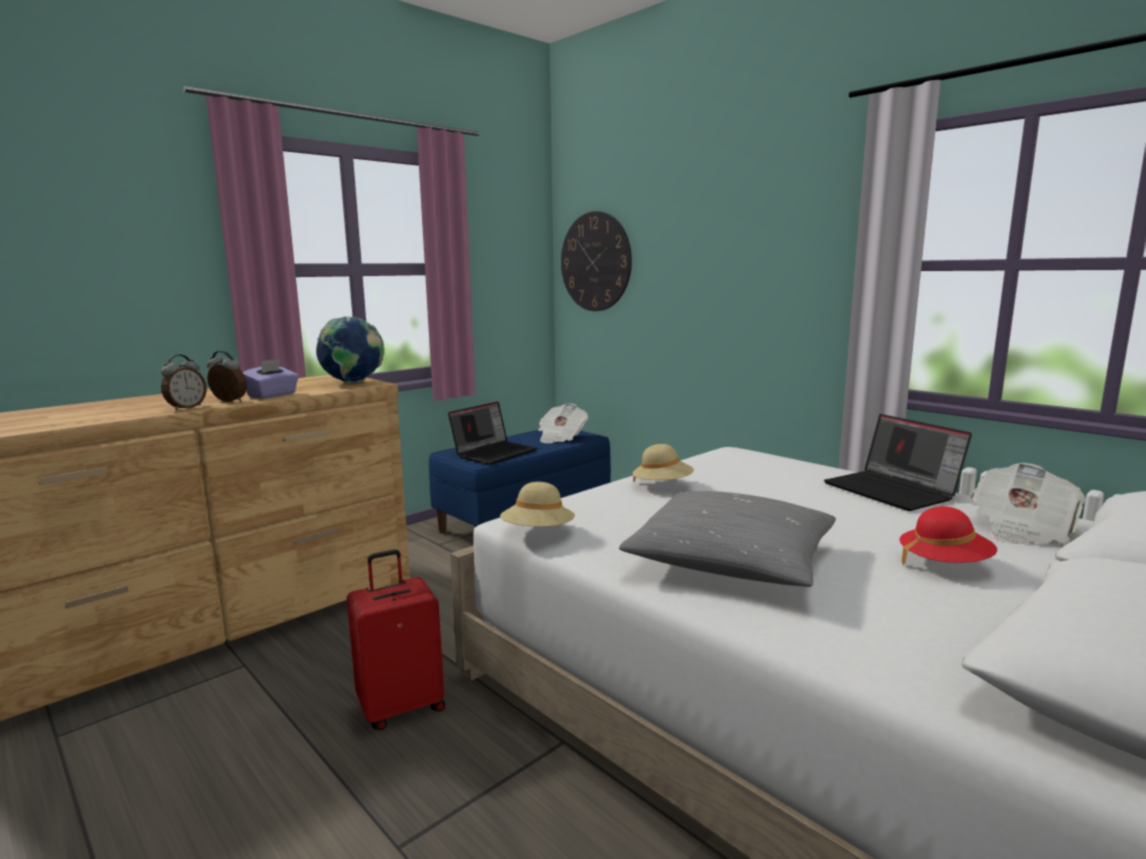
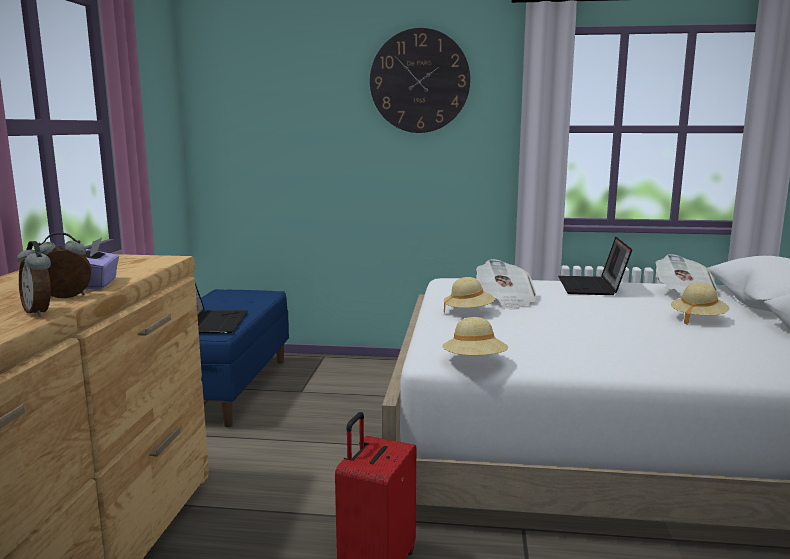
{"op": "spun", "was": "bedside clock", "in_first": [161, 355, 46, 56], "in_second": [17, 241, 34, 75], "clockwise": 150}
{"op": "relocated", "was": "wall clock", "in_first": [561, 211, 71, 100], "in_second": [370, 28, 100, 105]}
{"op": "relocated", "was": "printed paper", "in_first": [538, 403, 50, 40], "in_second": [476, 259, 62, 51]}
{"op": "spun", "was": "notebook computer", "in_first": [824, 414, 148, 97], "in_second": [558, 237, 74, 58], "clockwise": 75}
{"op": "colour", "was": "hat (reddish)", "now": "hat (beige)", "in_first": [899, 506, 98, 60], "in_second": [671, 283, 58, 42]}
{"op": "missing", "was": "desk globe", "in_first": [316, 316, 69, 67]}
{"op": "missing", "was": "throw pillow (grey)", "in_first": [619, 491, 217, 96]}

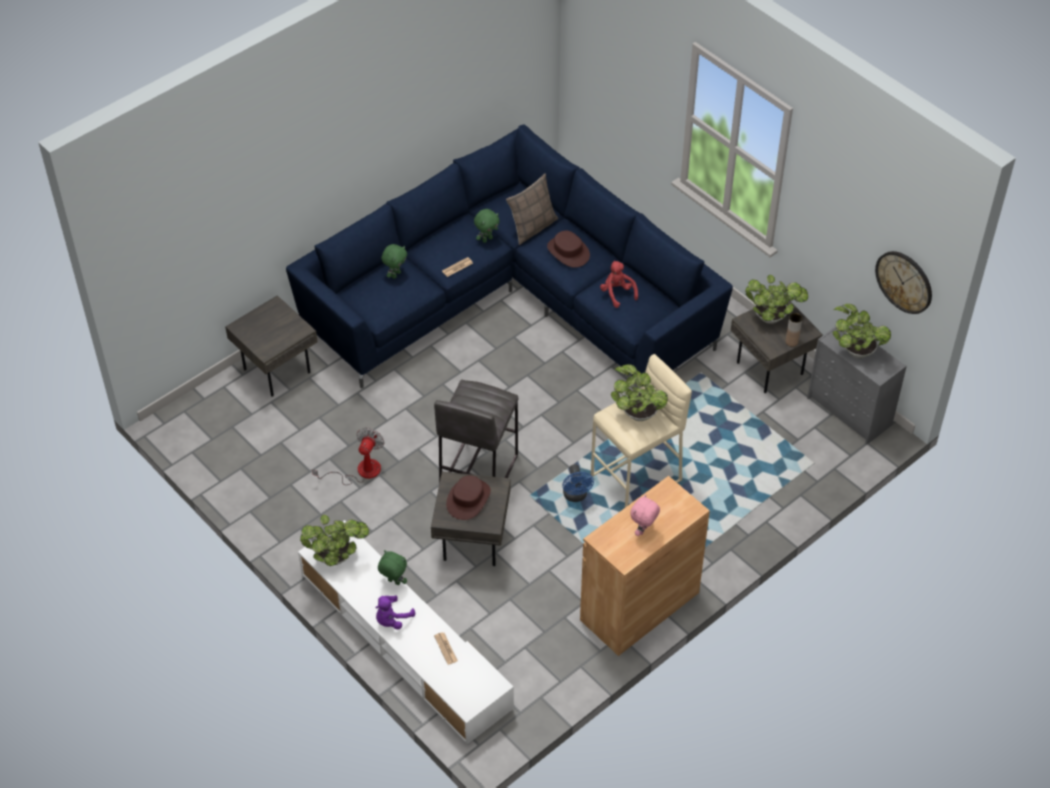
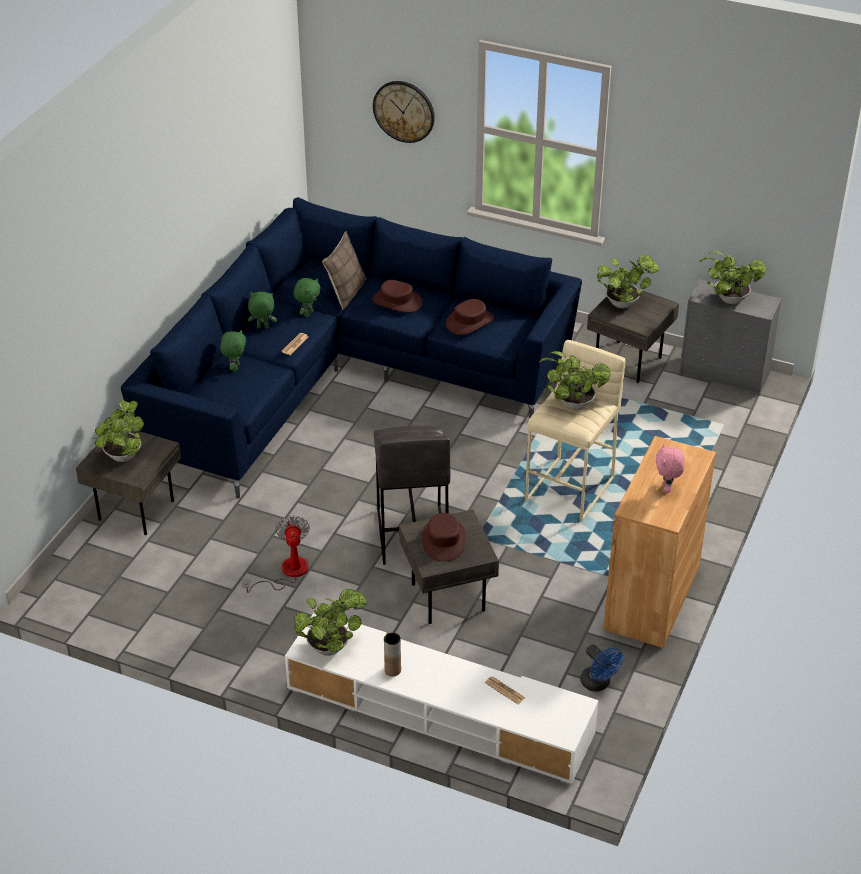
{"op": "appeared", "now": "potted plant", "in_second": [91, 400, 53, 62]}
{"op": "relocated", "was": "plush toy (greenish)", "in_first": [378, 550, 29, 35], "in_second": [248, 292, 29, 37]}
{"op": "relocated", "was": "wall clock", "in_first": [875, 251, 57, 63], "in_second": [373, 81, 62, 62]}
{"op": "relocated", "was": "decorative vase (brown)", "in_first": [785, 313, 17, 34], "in_second": [384, 633, 17, 44]}
{"op": "exchanged", "was": "plush toy (reddish)", "now": "hat (brown)", "in_first": [600, 261, 38, 47], "in_second": [446, 299, 48, 36]}
{"op": "relocated", "was": "cooling fan (bluish)", "in_first": [562, 464, 32, 38], "in_second": [580, 644, 43, 48]}
{"op": "missing", "was": "plush toy (purple-coloured)", "in_first": [375, 595, 40, 34]}

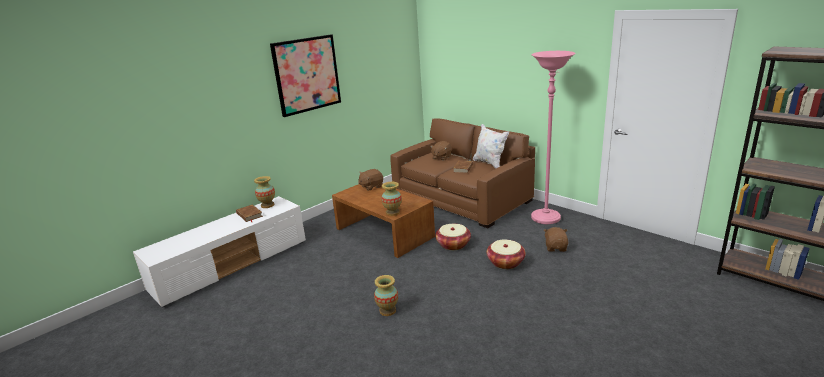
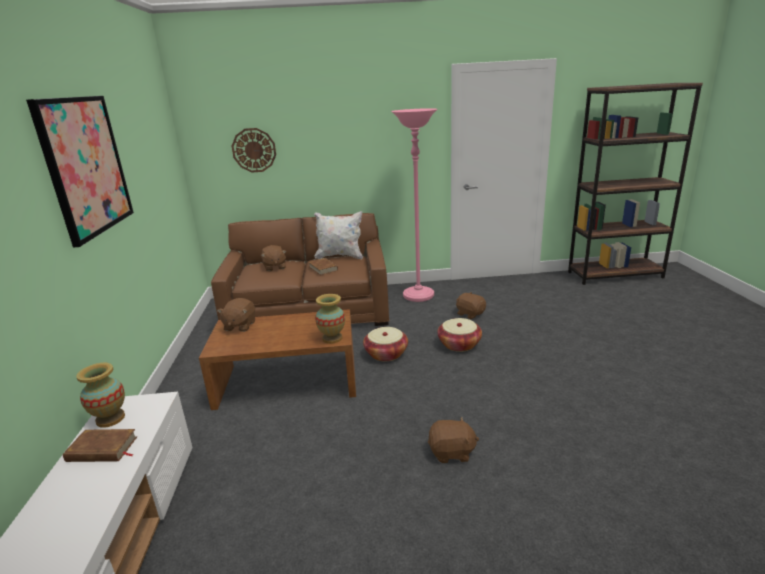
{"op": "appeared", "now": "wall clock", "in_second": [232, 128, 44, 44]}
{"op": "exchanged", "was": "decorative vase", "now": "plush toy (brown)", "in_first": [374, 275, 24, 41], "in_second": [428, 417, 51, 46]}

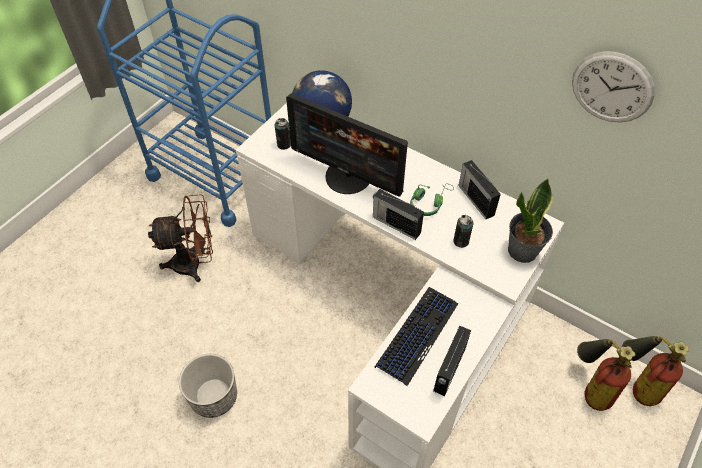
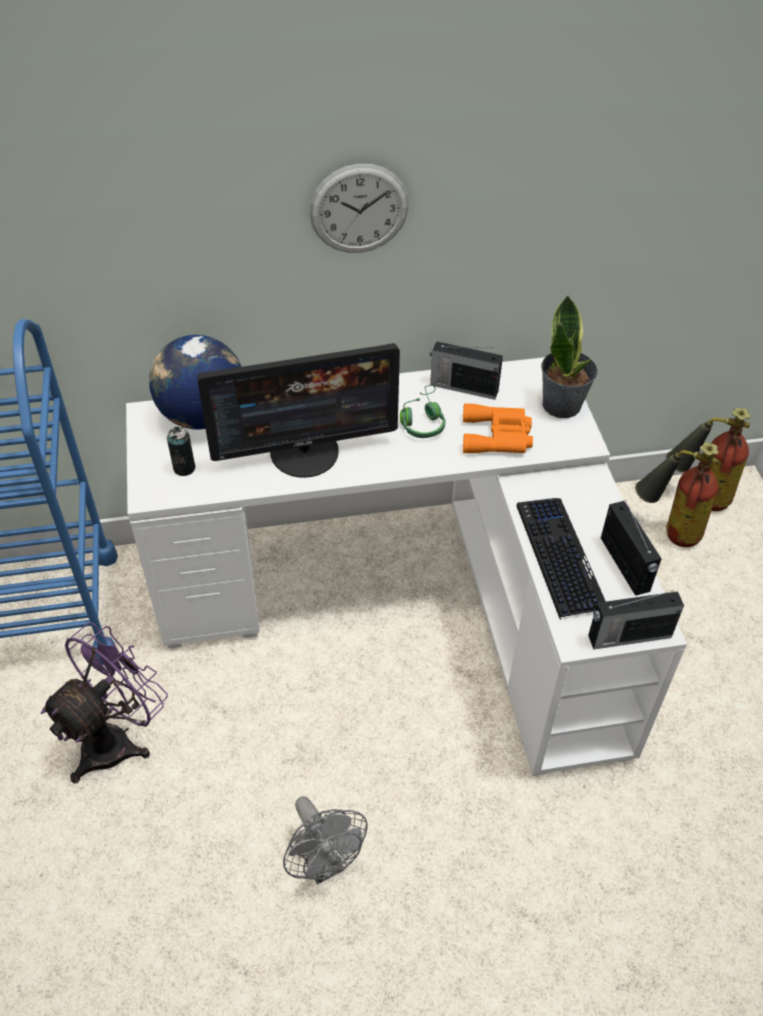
{"op": "colour", "was": "cooling fan (brown)", "now": "cooling fan (purple-coloured)", "in_first": [148, 194, 65, 88], "in_second": [41, 622, 127, 161]}
{"op": "exchanged", "was": "flower pot", "now": "cooling fan (grey)", "in_first": [179, 354, 58, 64], "in_second": [283, 796, 84, 89]}
{"op": "relocated", "was": "wall clock", "in_first": [572, 51, 83, 72], "in_second": [309, 164, 100, 89]}
{"op": "exchanged", "was": "metal can", "now": "field glasses (orange)", "in_first": [453, 215, 20, 33], "in_second": [463, 403, 70, 50]}
{"op": "relocated", "was": "radio set", "in_first": [373, 189, 51, 51], "in_second": [588, 590, 96, 60]}

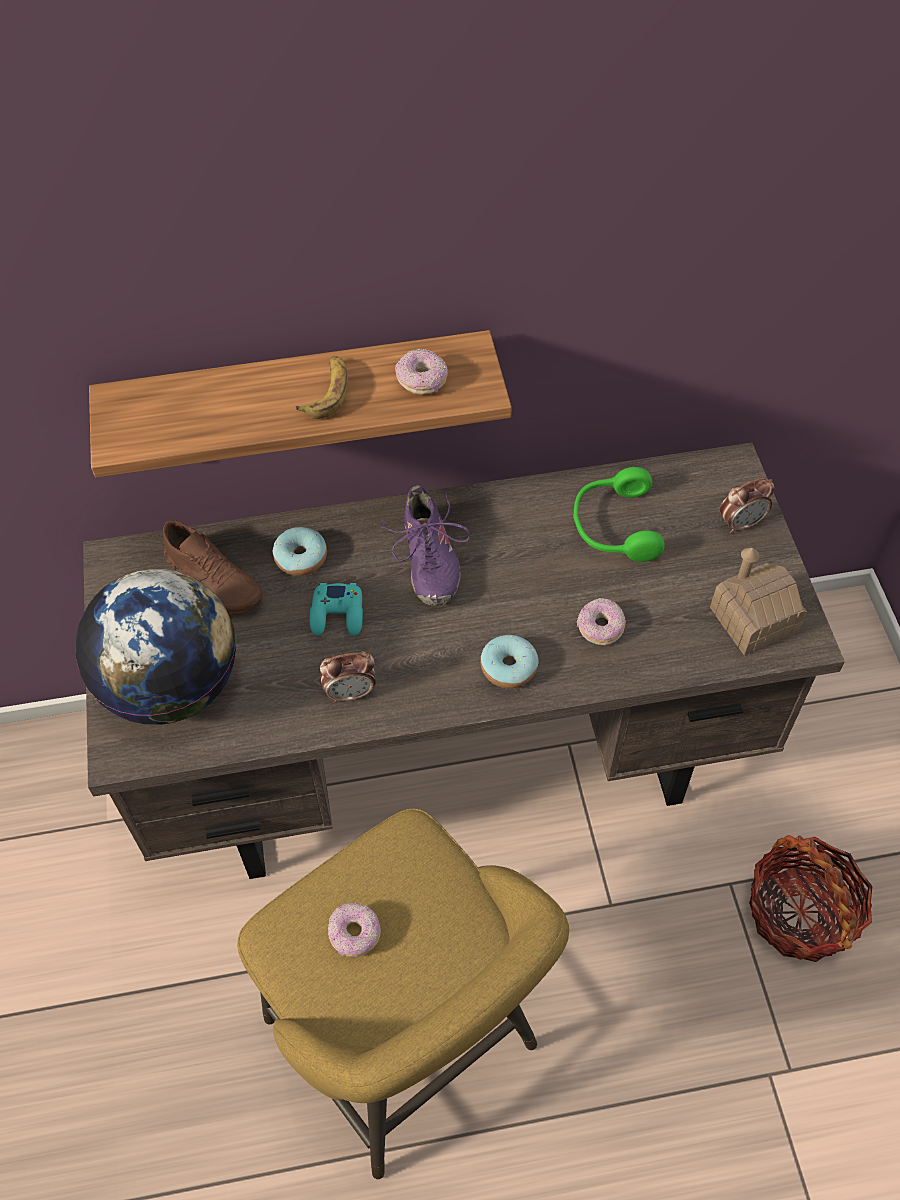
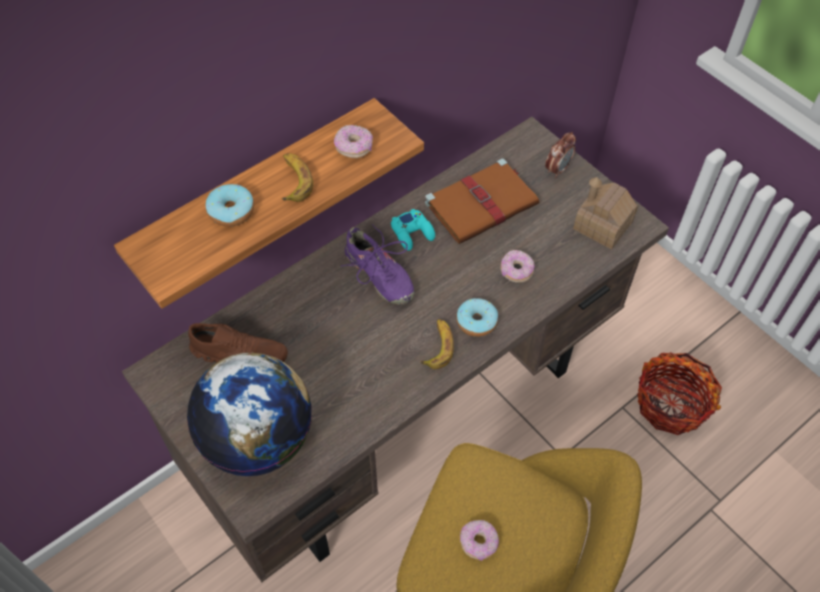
{"op": "relocated", "was": "ring doughnut", "in_first": [273, 527, 54, 49], "in_second": [206, 184, 48, 43]}
{"op": "relocated", "was": "game controller (turquoise)", "in_first": [309, 583, 54, 53], "in_second": [391, 209, 44, 42]}
{"op": "appeared", "now": "whole banana", "in_second": [420, 319, 34, 50]}
{"op": "exchanged", "was": "headset (greenish)", "now": "volume (brown)", "in_first": [573, 467, 92, 95], "in_second": [425, 158, 114, 86]}
{"op": "missing", "was": "bedside clock", "in_first": [320, 651, 56, 52]}

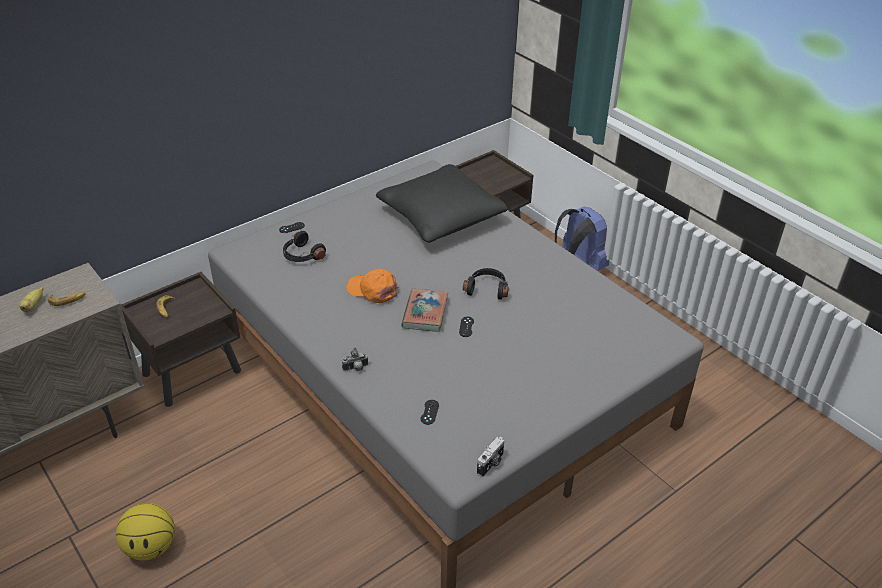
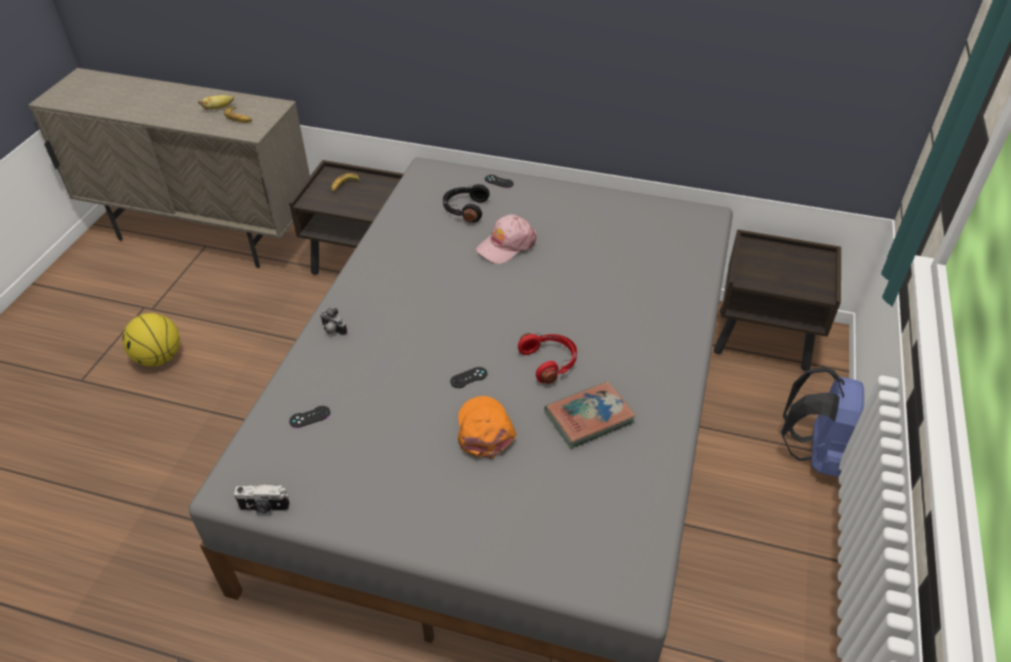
{"op": "relocated", "was": "peaked cap (orange)", "in_first": [347, 269, 52, 34], "in_second": [458, 396, 58, 63]}
{"op": "appeared", "now": "peaked cap (pinkish)", "in_second": [476, 214, 61, 50]}
{"op": "colour", "was": "headset (blackish)", "now": "headset (reddish)", "in_first": [463, 268, 46, 32], "in_second": [518, 333, 59, 51]}
{"op": "relocated", "was": "volume", "in_first": [401, 289, 47, 43], "in_second": [544, 381, 92, 68]}
{"op": "missing", "was": "throw pillow (blackish)", "in_first": [376, 164, 132, 79]}

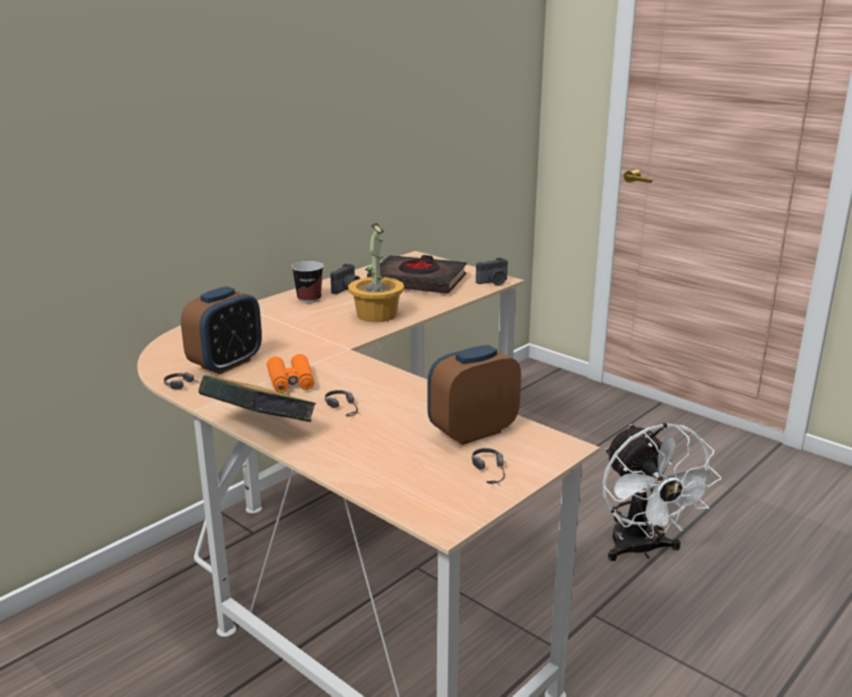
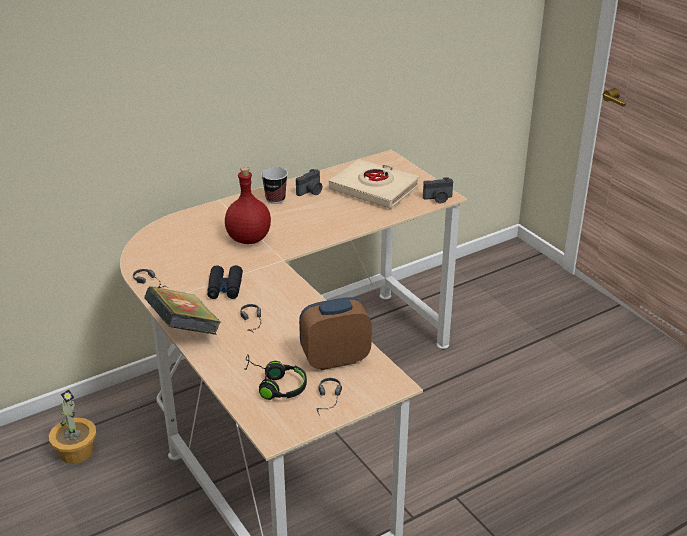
{"op": "relocated", "was": "potted plant", "in_first": [348, 223, 56, 99], "in_second": [49, 390, 48, 74]}
{"op": "colour", "was": "field glasses (orange)", "now": "field glasses (blackish)", "in_first": [267, 354, 47, 39], "in_second": [207, 265, 36, 34]}
{"op": "appeared", "now": "beverage bottle (reddish)", "in_second": [225, 167, 46, 77]}
{"op": "appeared", "now": "headset (blackish)", "in_second": [244, 354, 63, 46]}
{"op": "colour", "was": "volume (blackish)", "now": "volume (beige)", "in_first": [367, 255, 99, 39], "in_second": [329, 159, 91, 50]}
{"op": "missing", "was": "bedside clock", "in_first": [181, 286, 81, 88]}
{"op": "missing", "was": "cooling fan (white)", "in_first": [603, 423, 119, 138]}

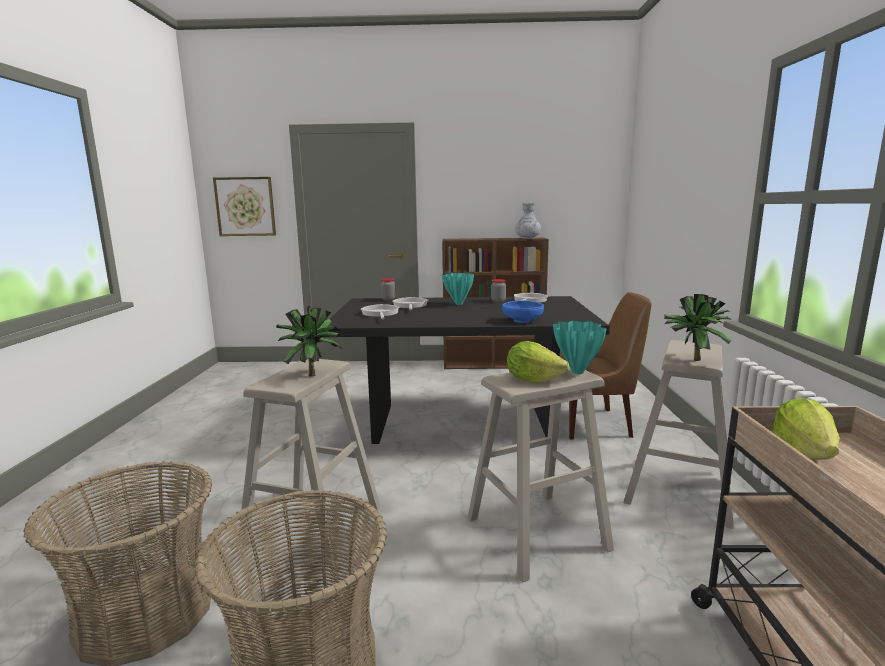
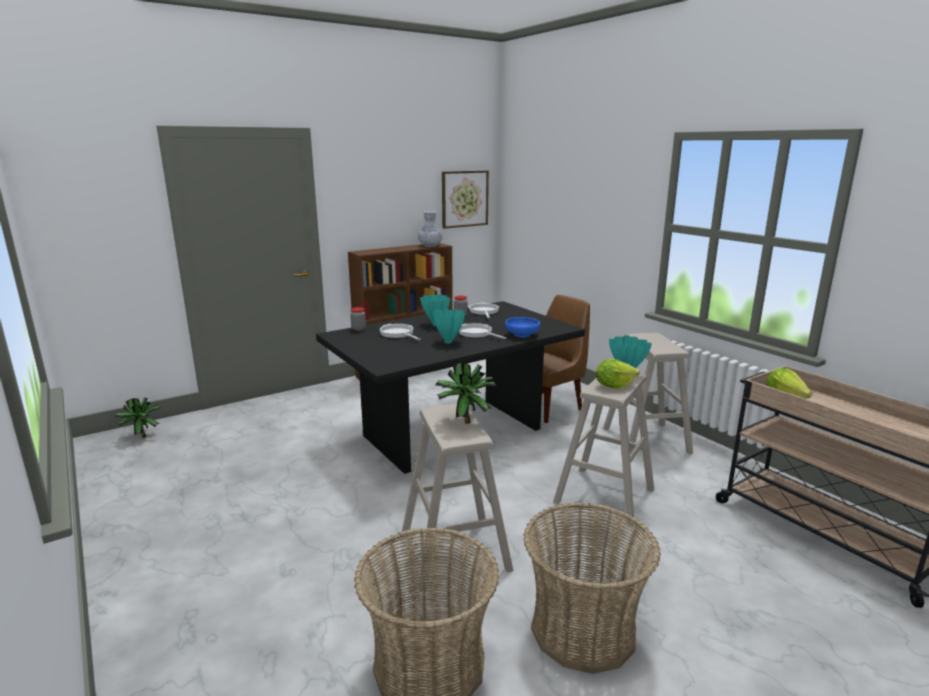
{"op": "relocated", "was": "potted plant", "in_first": [664, 294, 68, 67], "in_second": [115, 398, 46, 40]}
{"op": "appeared", "now": "decorative vase (turquoise)", "in_second": [433, 309, 32, 35]}
{"op": "relocated", "was": "wall art", "in_first": [213, 177, 63, 59], "in_second": [442, 170, 47, 59]}
{"op": "relocated", "was": "frying pan", "in_first": [361, 304, 39, 15], "in_second": [459, 323, 47, 16]}

